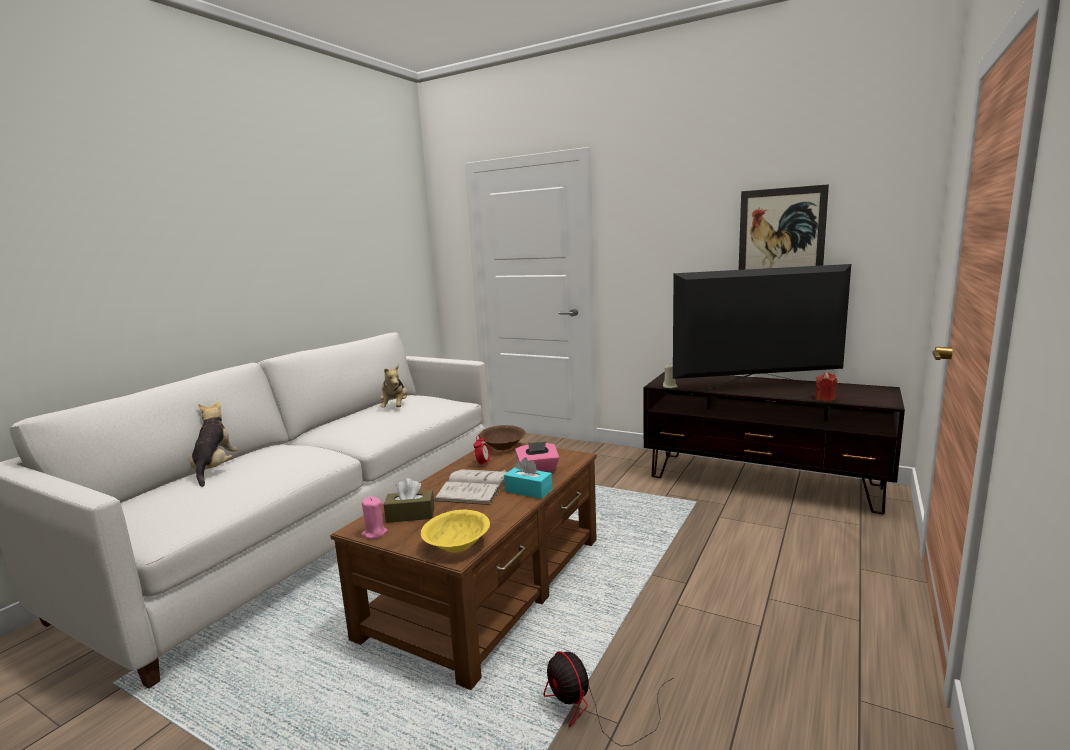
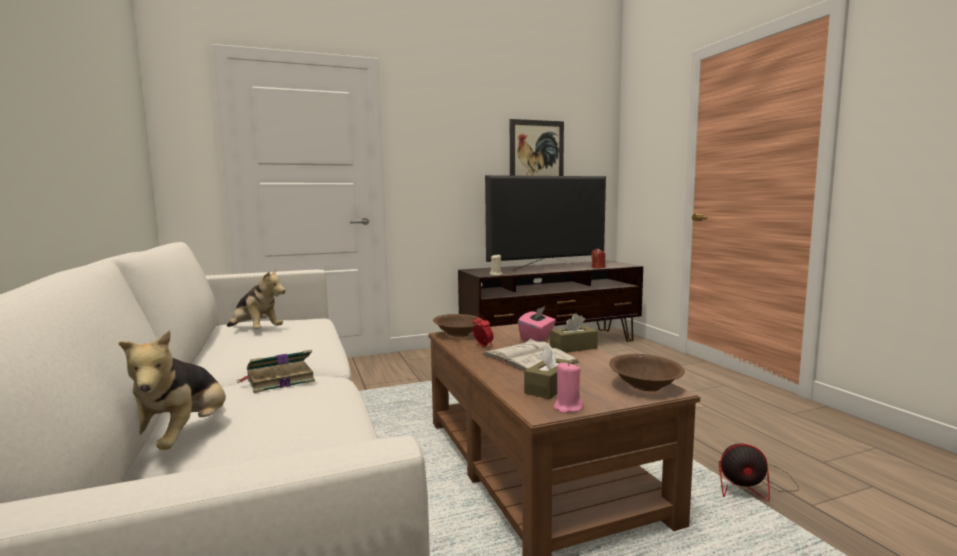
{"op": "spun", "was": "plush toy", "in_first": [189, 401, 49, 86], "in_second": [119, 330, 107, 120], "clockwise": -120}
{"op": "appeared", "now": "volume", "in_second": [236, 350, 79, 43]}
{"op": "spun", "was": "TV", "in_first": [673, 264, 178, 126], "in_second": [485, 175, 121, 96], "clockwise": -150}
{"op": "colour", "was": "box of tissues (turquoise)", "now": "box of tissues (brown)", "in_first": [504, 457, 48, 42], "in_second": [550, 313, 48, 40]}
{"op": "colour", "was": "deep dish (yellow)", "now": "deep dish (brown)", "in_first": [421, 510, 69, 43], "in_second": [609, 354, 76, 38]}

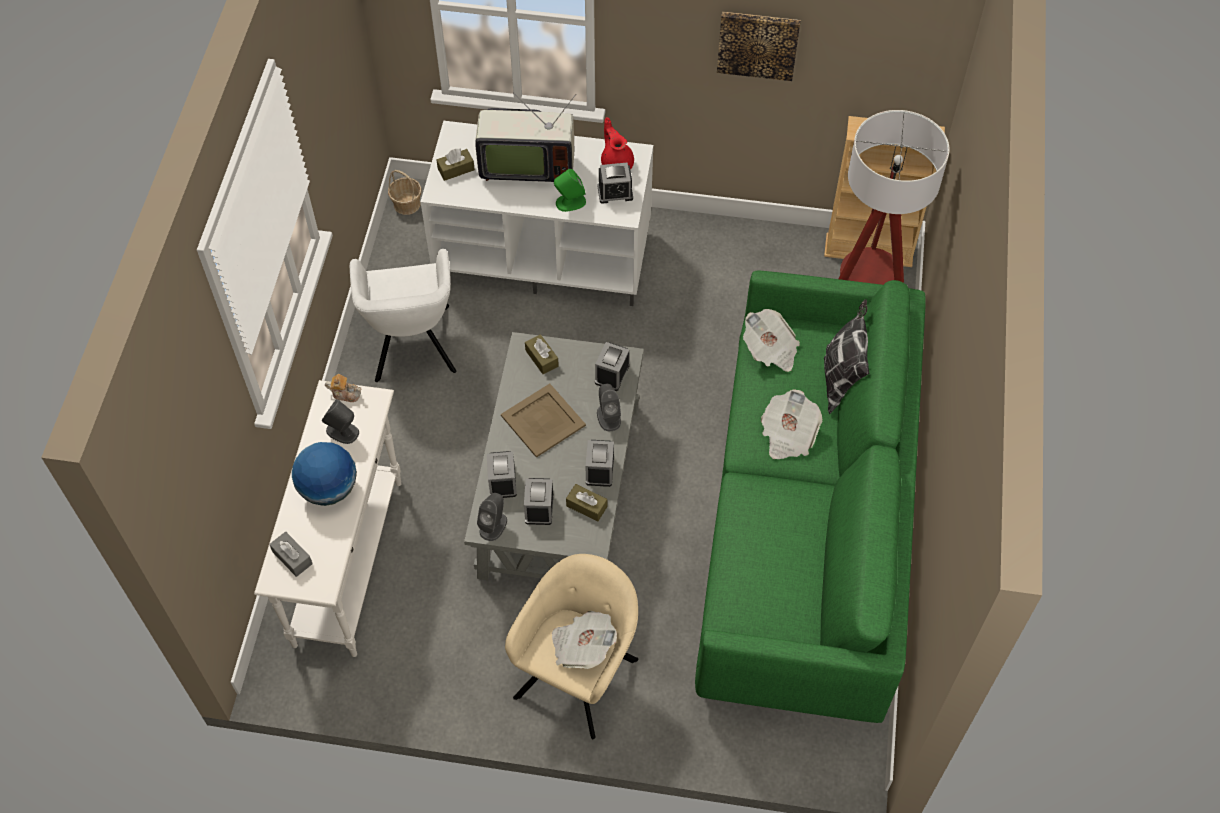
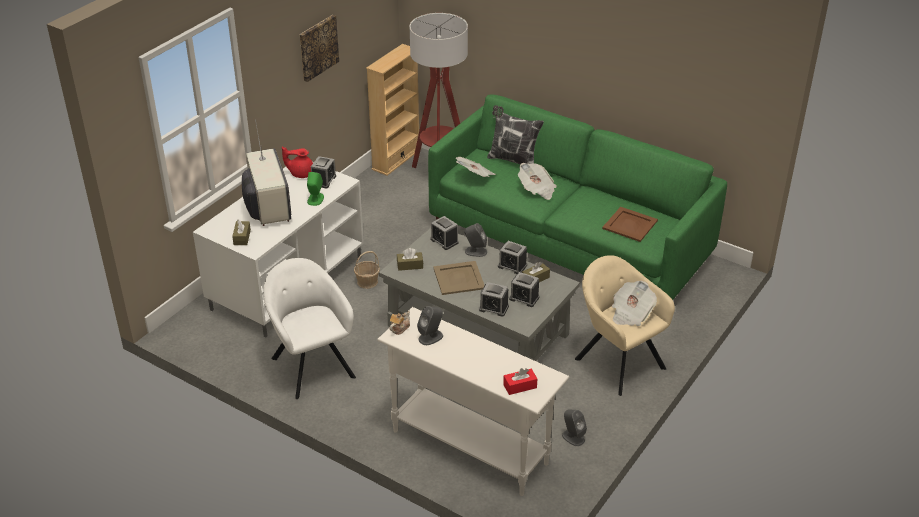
{"op": "spun", "was": "TV", "in_first": [475, 93, 101, 89], "in_second": [242, 119, 49, 107], "clockwise": -45}
{"op": "spun", "was": "easy chair (white)", "in_first": [350, 249, 106, 133], "in_second": [263, 258, 93, 141], "clockwise": -135}
{"op": "relocated", "was": "storage basket", "in_first": [388, 170, 34, 45], "in_second": [354, 251, 26, 38]}
{"op": "colour", "was": "box of tissues (grey)", "now": "box of tissues (reddish)", "in_first": [269, 532, 44, 45], "in_second": [503, 368, 34, 27]}
{"op": "relocated", "was": "audio speaker (grey)", "in_first": [477, 493, 30, 48], "in_second": [562, 409, 25, 37]}
{"op": "appeared", "now": "tray (brown)", "in_second": [602, 207, 56, 35]}
{"op": "missing", "was": "desk globe", "in_first": [292, 442, 65, 64]}

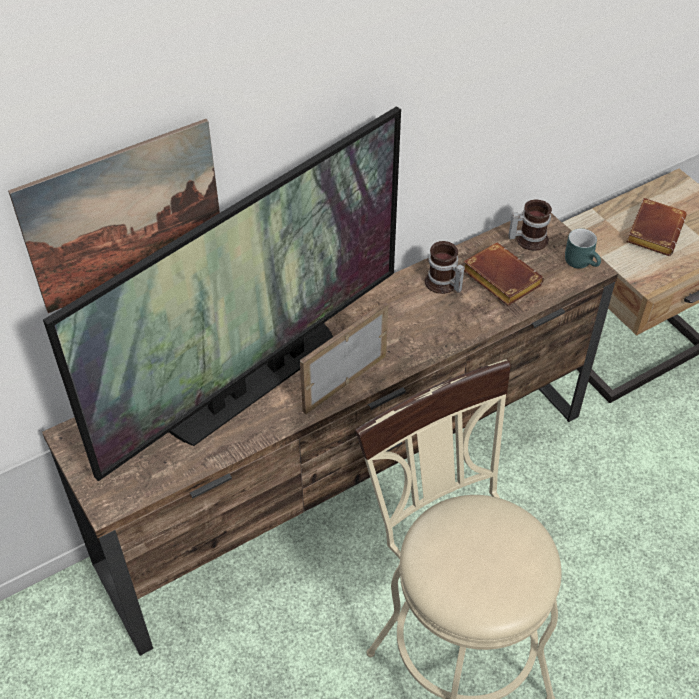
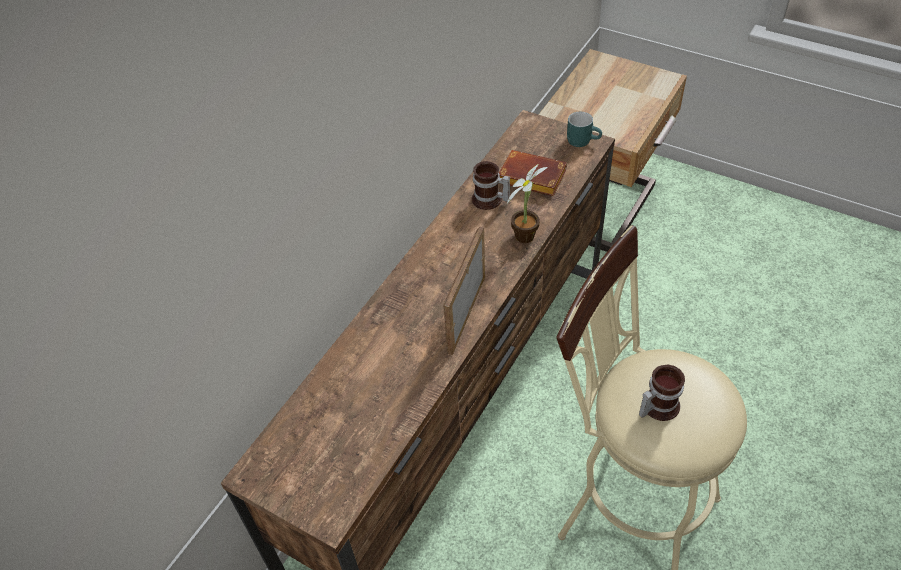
{"op": "appeared", "now": "potted plant", "in_second": [507, 164, 41, 79]}
{"op": "relocated", "was": "coffee mug", "in_first": [508, 199, 44, 52], "in_second": [639, 365, 46, 56]}
{"op": "missing", "was": "wall art", "in_first": [8, 119, 212, 194]}
{"op": "missing", "was": "TV", "in_first": [43, 106, 358, 375]}
{"op": "missing", "was": "volume (brown)", "in_first": [626, 198, 61, 58]}

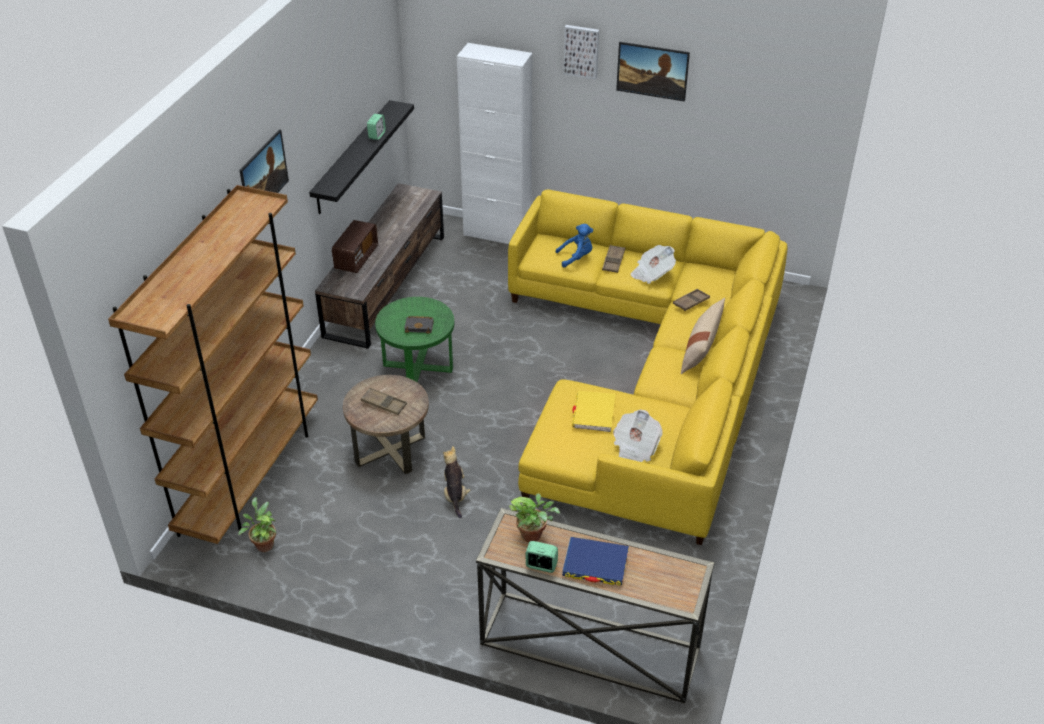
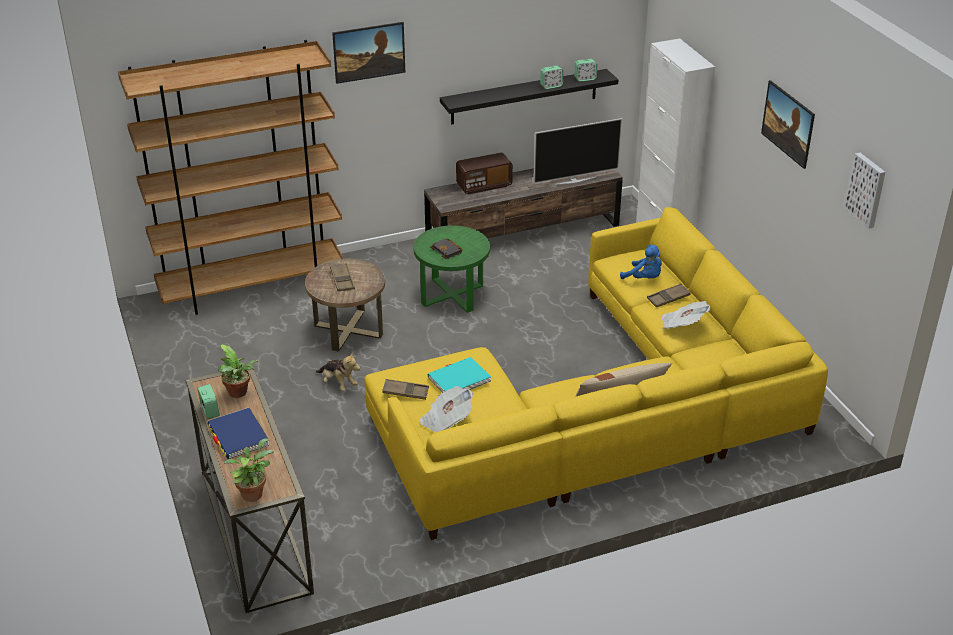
{"op": "relocated", "was": "potted plant", "in_first": [238, 497, 39, 55], "in_second": [224, 438, 50, 64]}
{"op": "spun", "was": "plush toy", "in_first": [443, 446, 28, 72], "in_second": [316, 352, 44, 39], "clockwise": 90}
{"op": "relocated", "was": "tray (brown)", "in_first": [673, 289, 37, 22], "in_second": [382, 379, 47, 21]}
{"op": "colour", "was": "volume (yellow)", "now": "volume (turquoise)", "in_first": [572, 391, 43, 41], "in_second": [428, 357, 63, 36]}
{"op": "appeared", "now": "TV", "in_second": [533, 118, 89, 67]}
{"op": "appeared", "now": "bedside clock", "in_second": [574, 59, 23, 22]}
{"op": "relocated", "was": "wall art", "in_first": [564, 25, 35, 55], "in_second": [844, 153, 41, 76]}

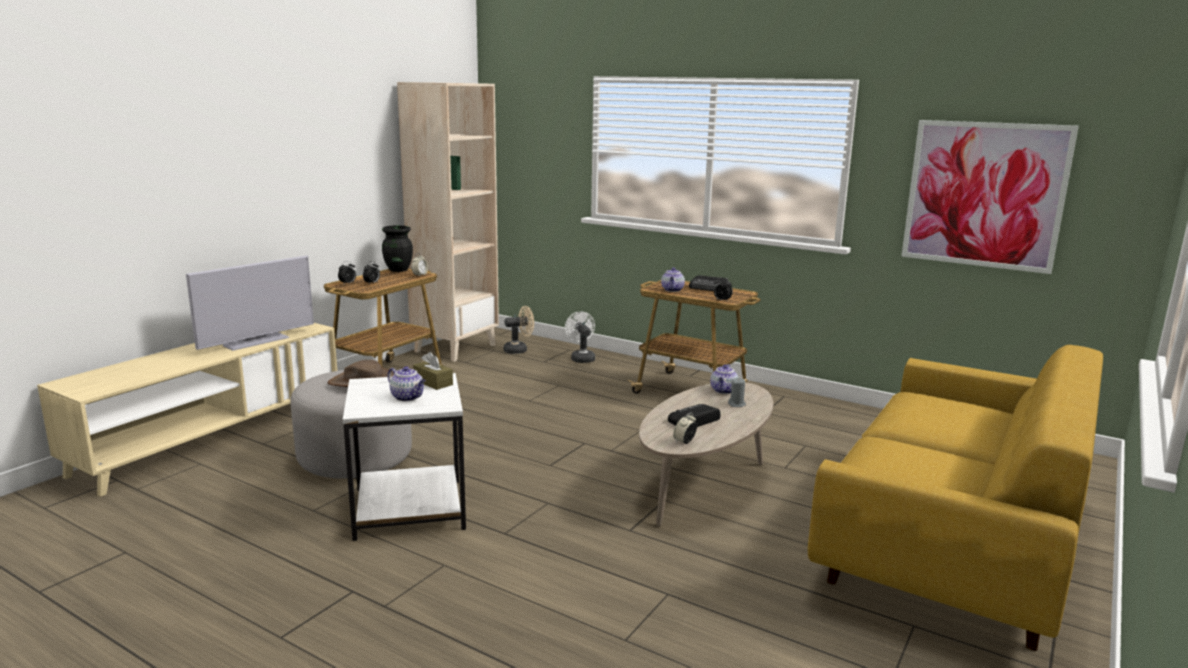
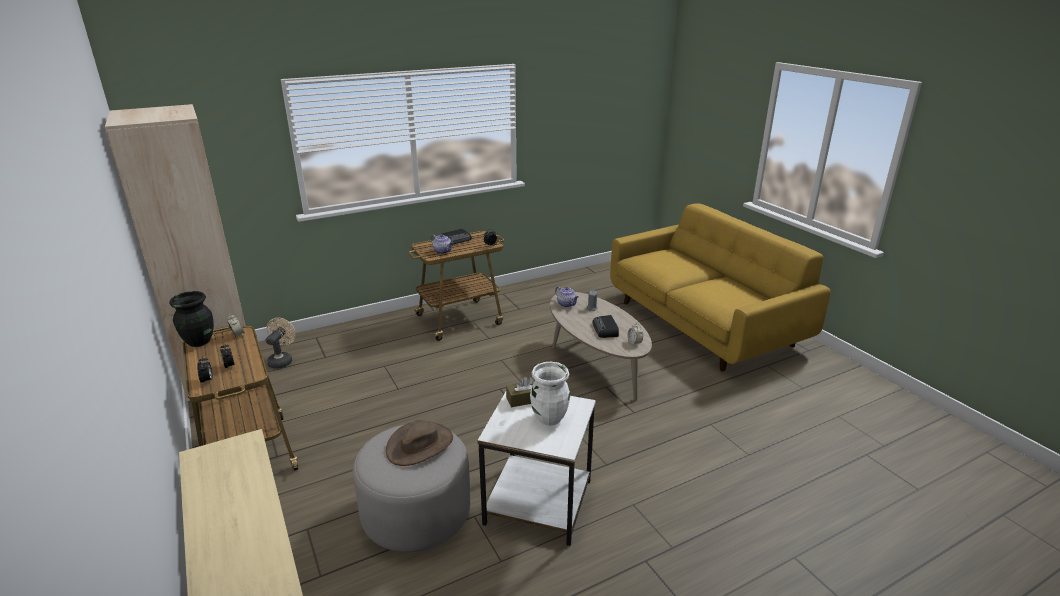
{"op": "exchanged", "was": "pot for tea", "now": "decorative vase (white)", "in_first": [388, 366, 38, 35], "in_second": [530, 362, 40, 64]}
{"op": "missing", "was": "TV", "in_first": [186, 256, 128, 95]}
{"op": "missing", "was": "cooling fan (white)", "in_first": [565, 311, 30, 52]}
{"op": "missing", "was": "wall art", "in_first": [902, 120, 177, 154]}

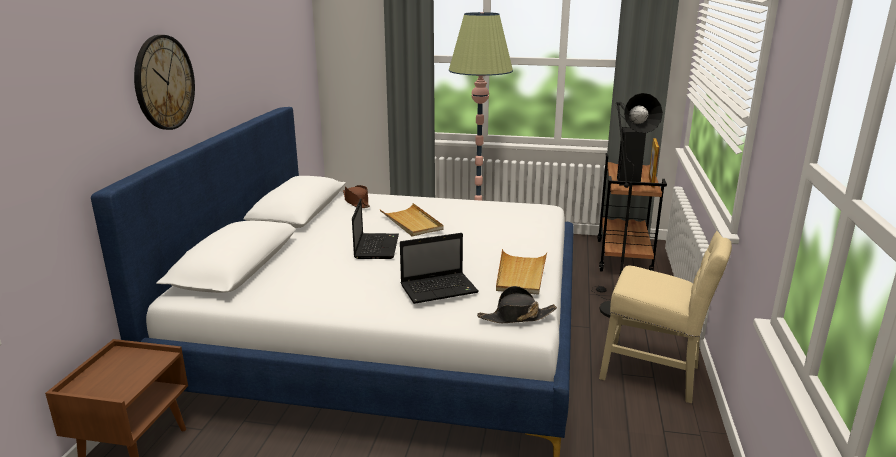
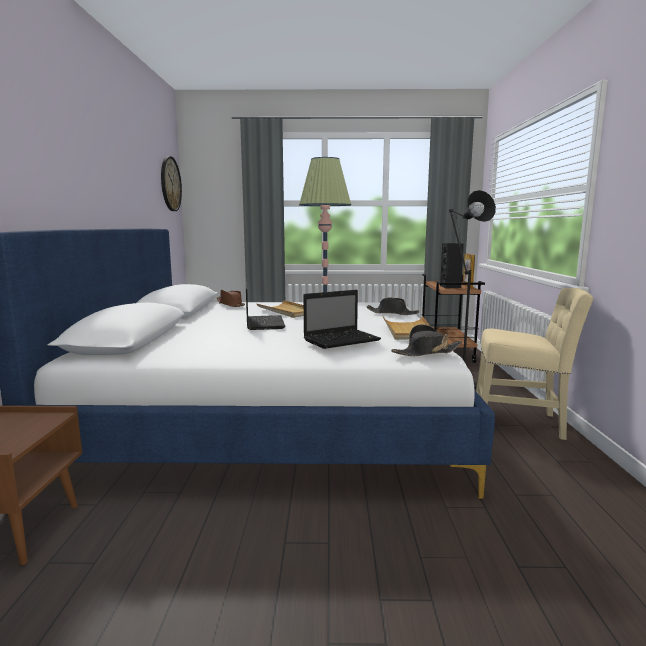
{"op": "relocated", "was": "wall clock", "in_first": [134, 35, 61, 95], "in_second": [161, 156, 21, 55]}
{"op": "appeared", "now": "hat (blackish)", "in_second": [366, 297, 53, 18]}

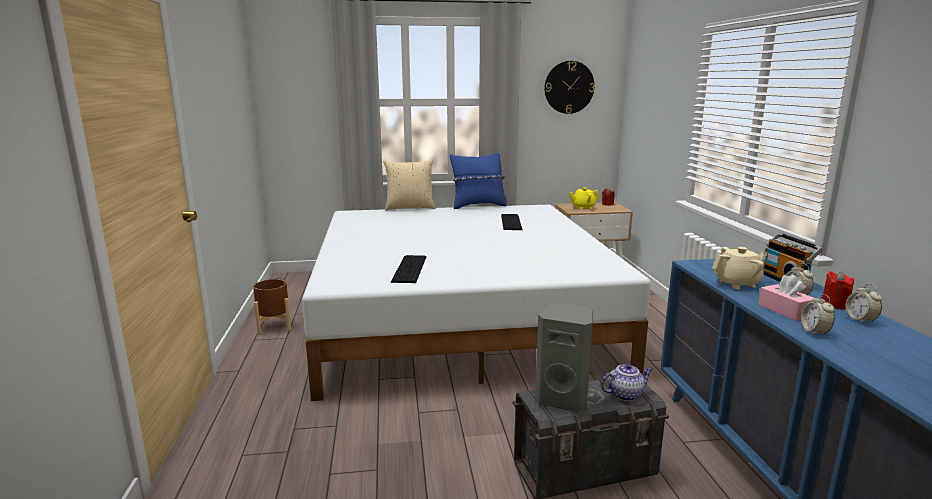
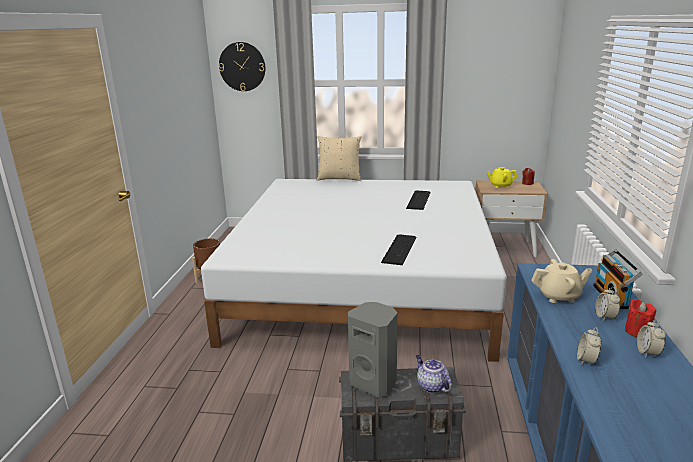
{"op": "relocated", "was": "wall clock", "in_first": [544, 61, 51, 53], "in_second": [219, 42, 46, 49]}
{"op": "relocated", "was": "computer keyboard", "in_first": [391, 255, 35, 28], "in_second": [381, 234, 35, 31]}
{"op": "spun", "was": "pot for tea", "in_first": [600, 364, 53, 37], "in_second": [416, 355, 36, 38], "clockwise": -120}
{"op": "missing", "was": "throw pillow (bluish)", "in_first": [450, 153, 57, 56]}
{"op": "missing", "was": "box of tissues (pinkish)", "in_first": [758, 275, 56, 46]}

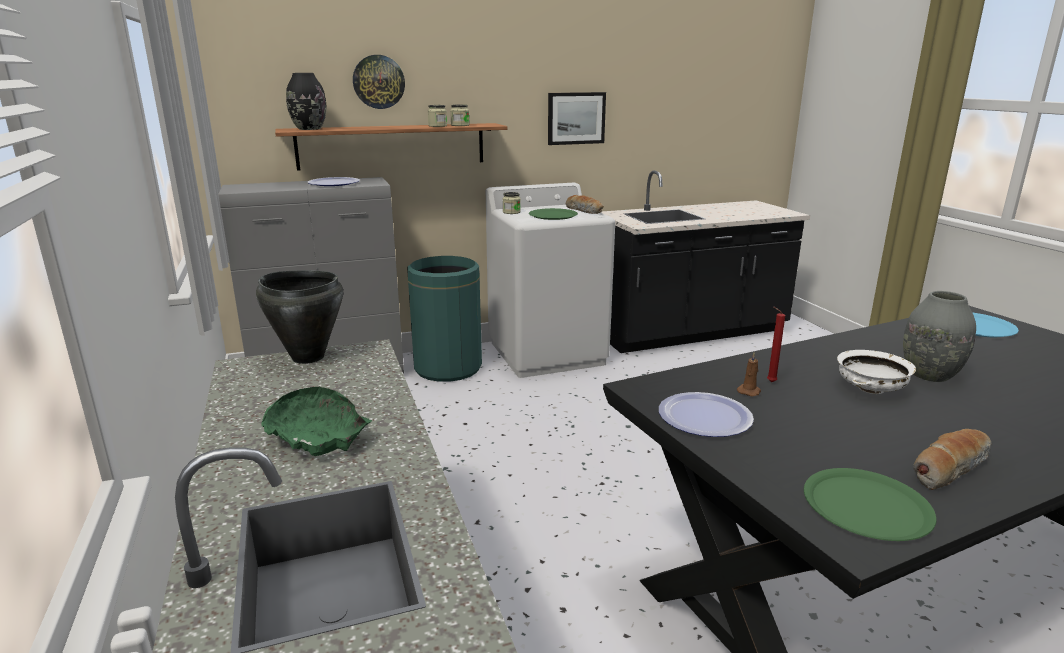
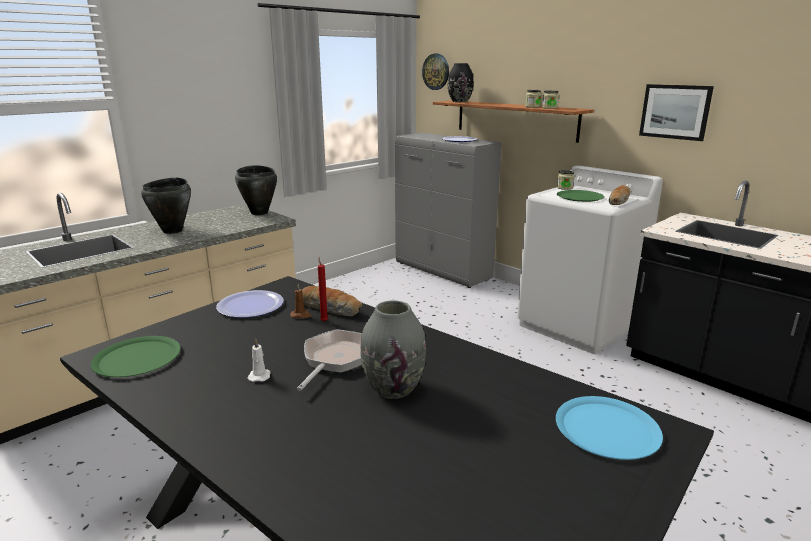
{"op": "exchanged", "was": "deep dish (greenish)", "now": "cooking pot (blackish)", "in_first": [261, 387, 111, 69], "in_second": [141, 177, 50, 57]}
{"op": "appeared", "now": "wax light (white)", "in_second": [248, 339, 23, 43]}
{"op": "exchanged", "was": "deep dish (white)", "now": "frying pan", "in_first": [837, 350, 79, 44], "in_second": [297, 329, 65, 62]}
{"op": "relocated", "was": "bakery bread", "in_first": [913, 429, 78, 61], "in_second": [302, 286, 60, 30]}
{"op": "relocated", "was": "wall clock", "in_first": [353, 55, 52, 54], "in_second": [422, 54, 27, 36]}
{"op": "missing", "was": "rubbish bin (greenish)", "in_first": [407, 256, 75, 126]}

